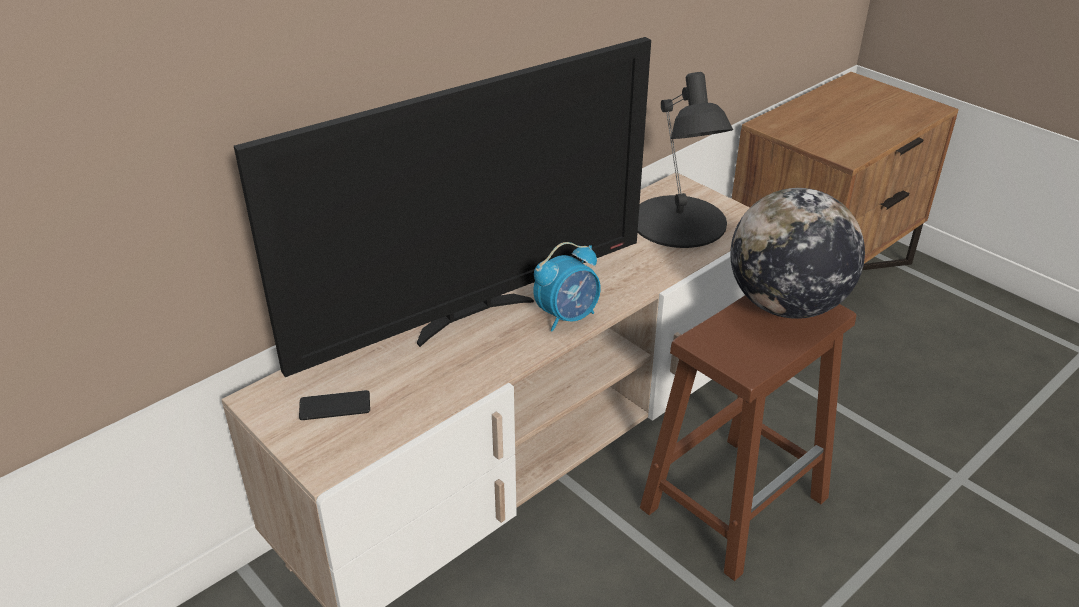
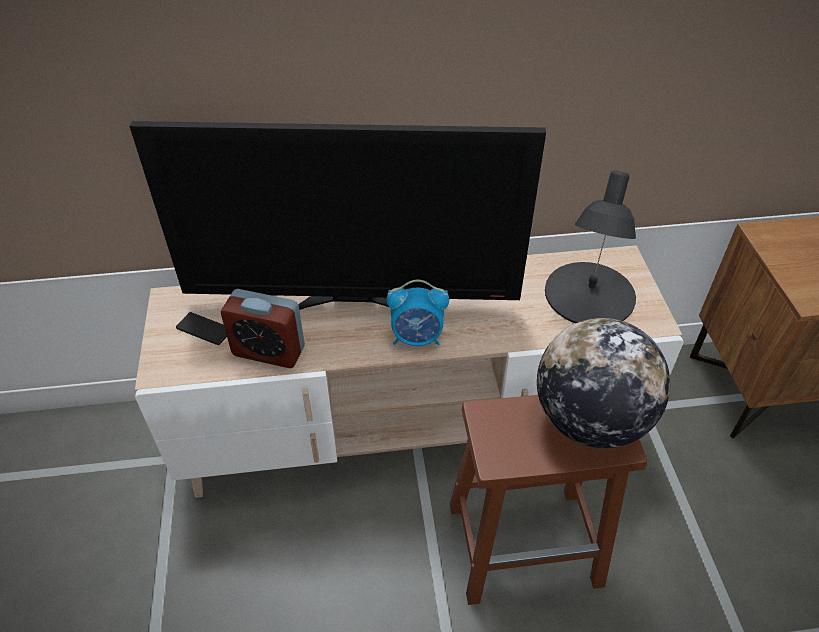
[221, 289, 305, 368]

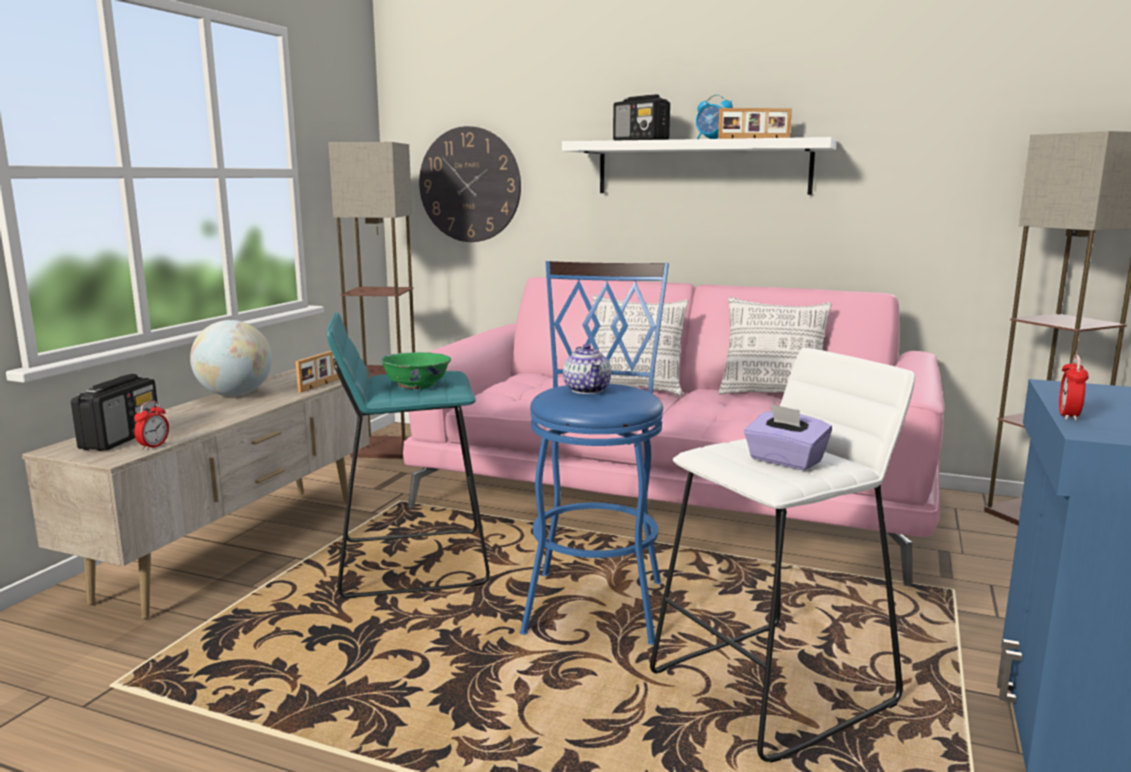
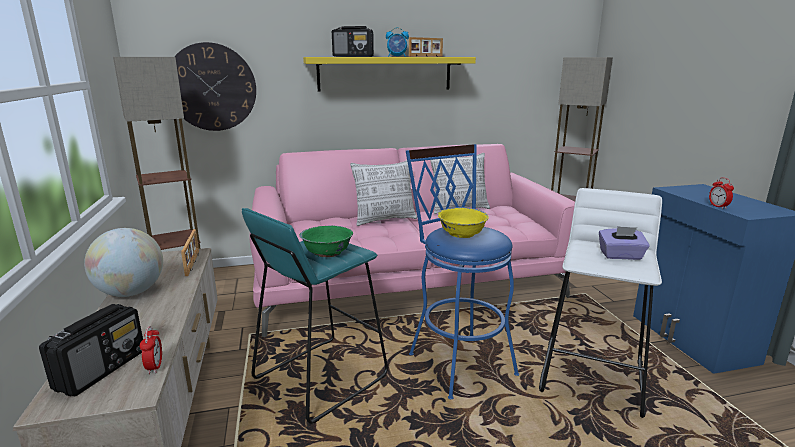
[39, 304, 143, 396]
[303, 57, 476, 92]
[438, 207, 488, 238]

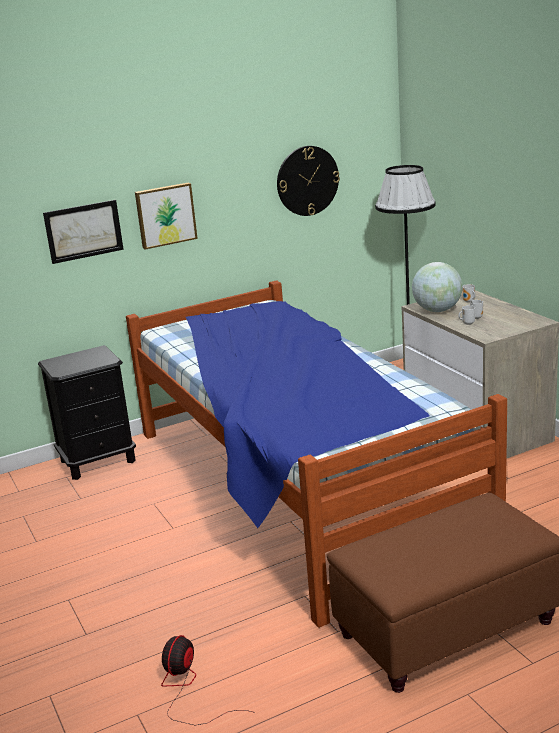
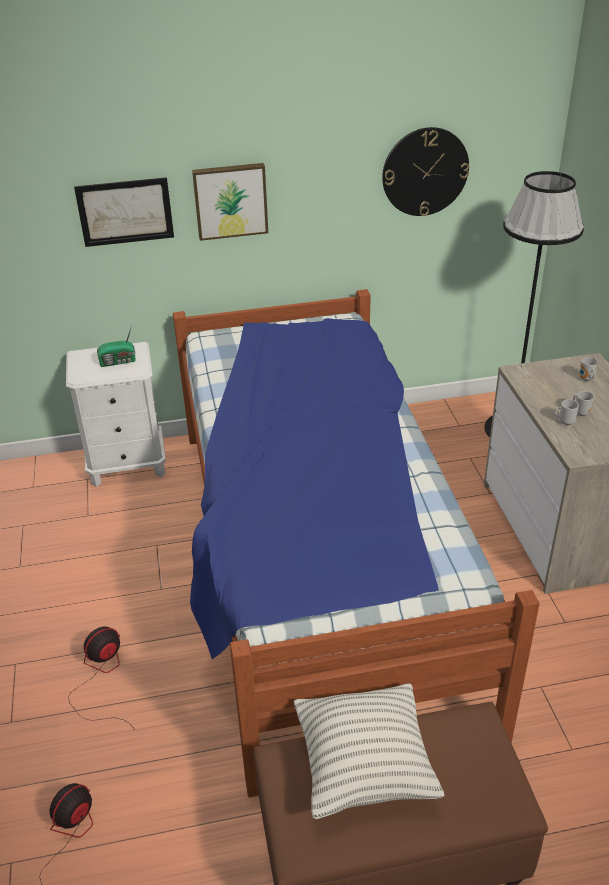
[66, 342, 166, 487]
[69, 626, 135, 730]
[97, 326, 136, 367]
[294, 684, 445, 819]
[412, 262, 463, 312] (first image)

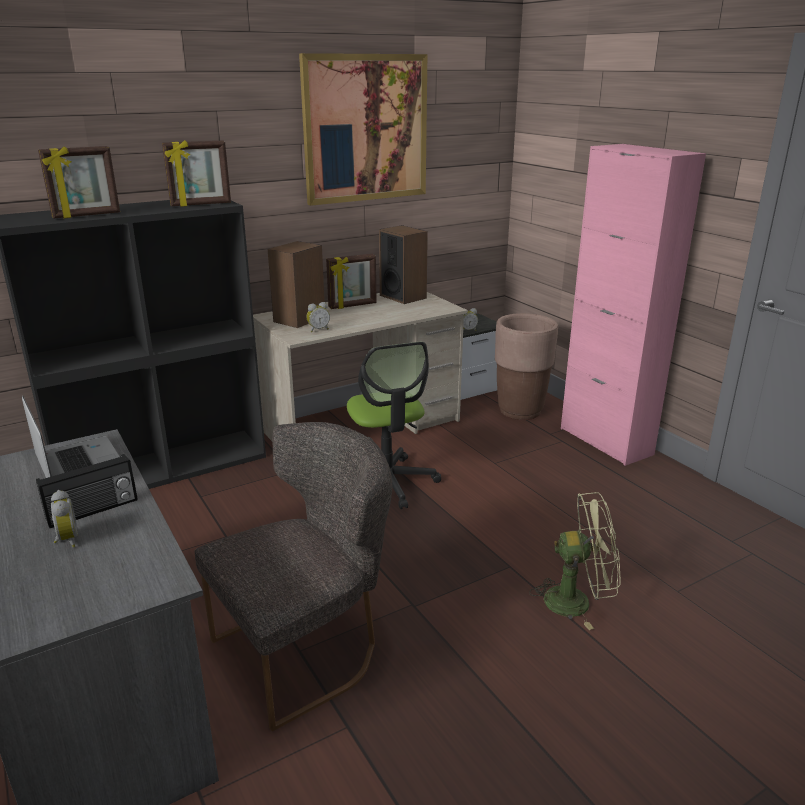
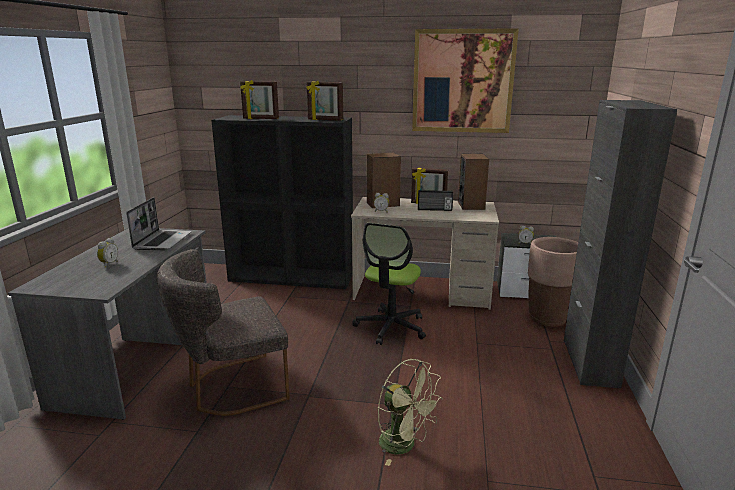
[156, 249, 290, 416]
[418, 190, 453, 211]
[564, 100, 677, 388]

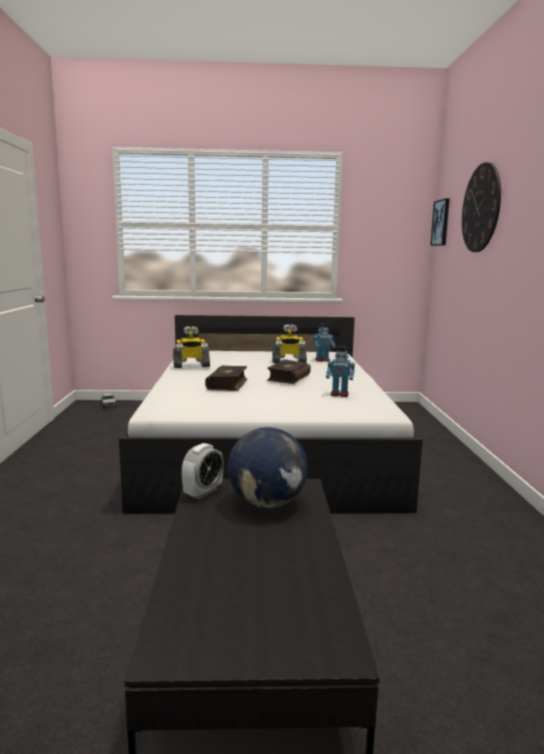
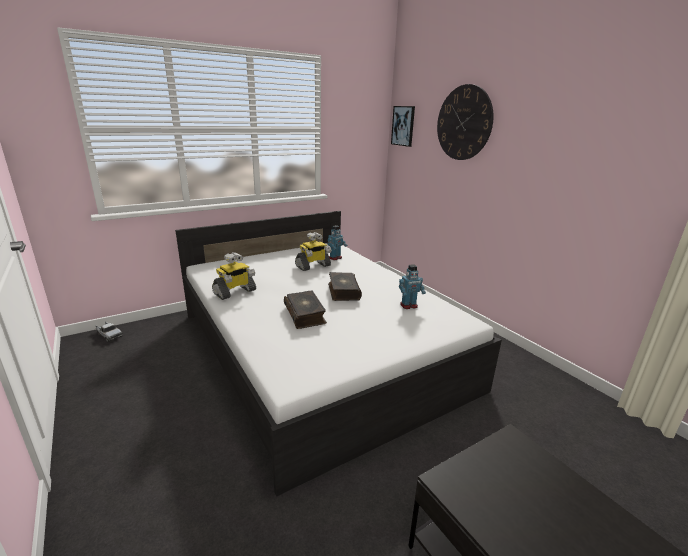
[182, 443, 224, 500] (first image)
[228, 427, 308, 508] (first image)

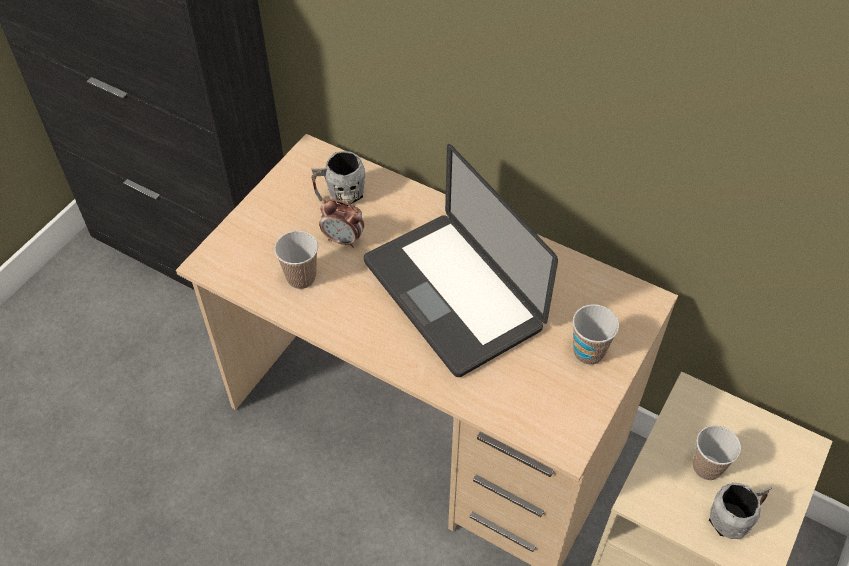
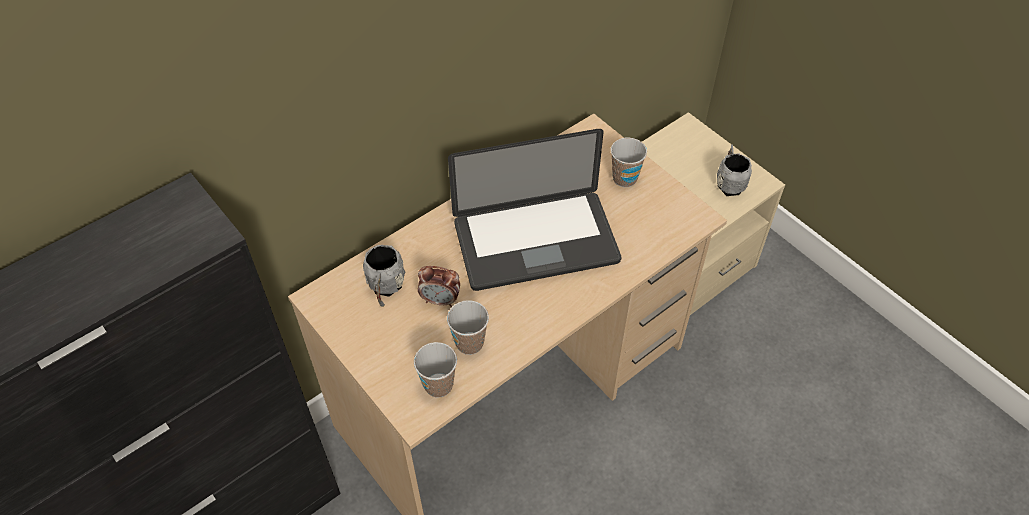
[414, 342, 457, 398]
[418, 266, 460, 307]

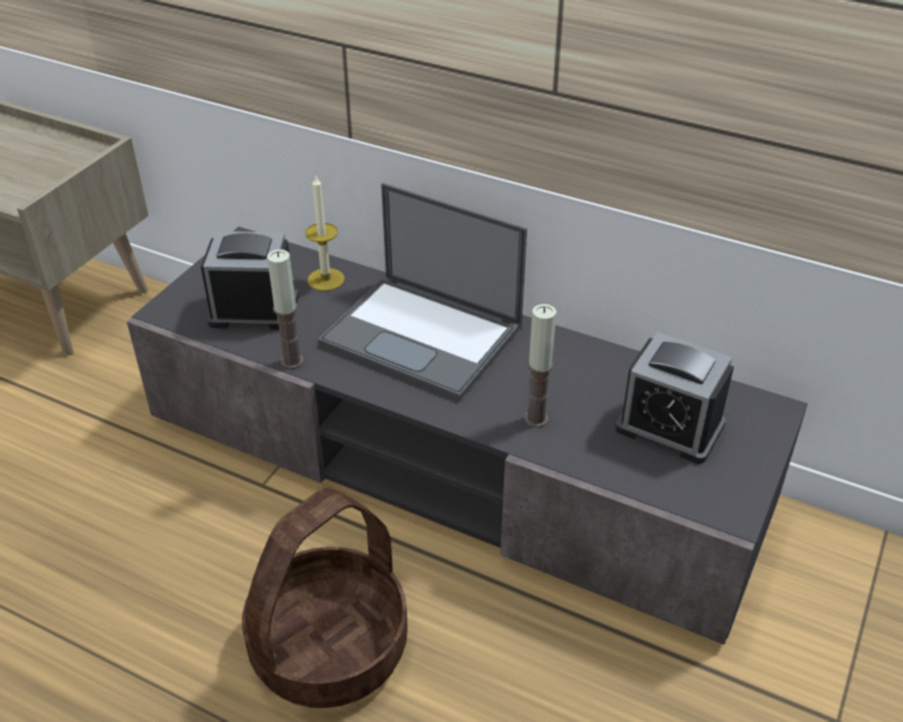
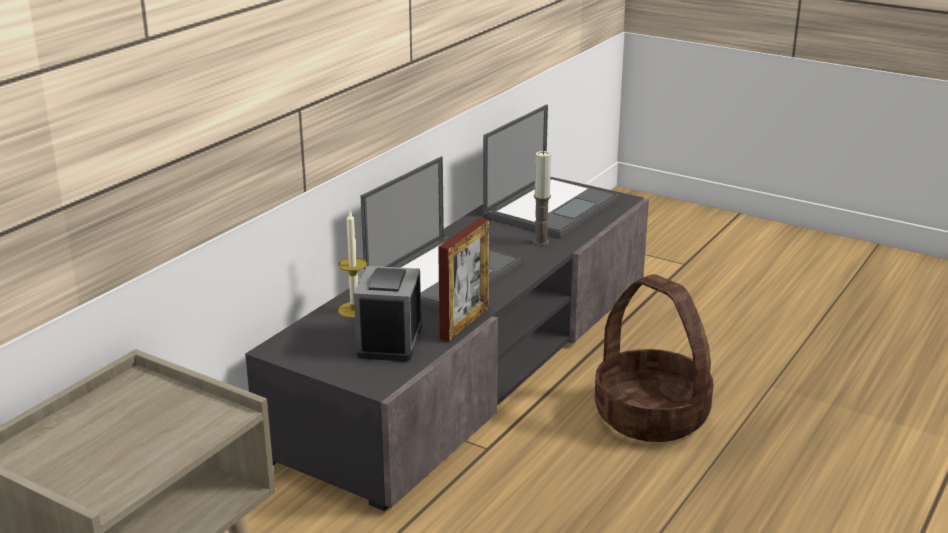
[438, 218, 489, 341]
[483, 104, 619, 237]

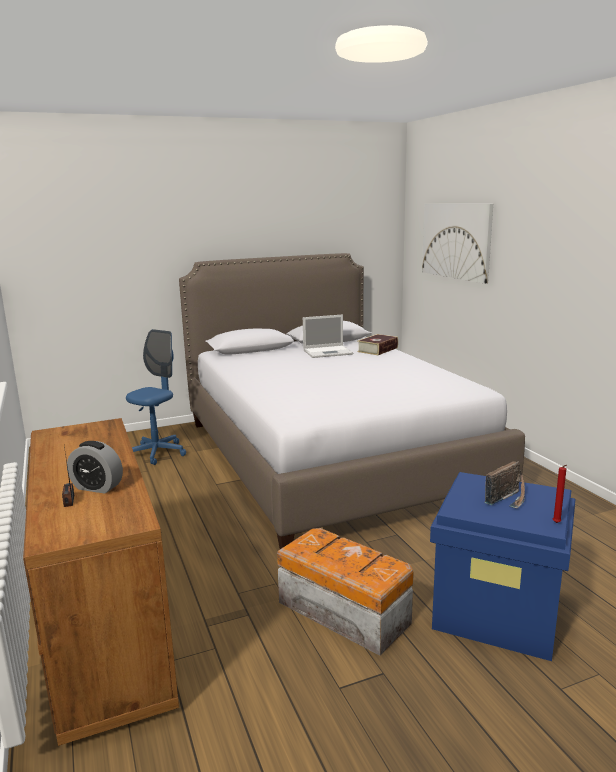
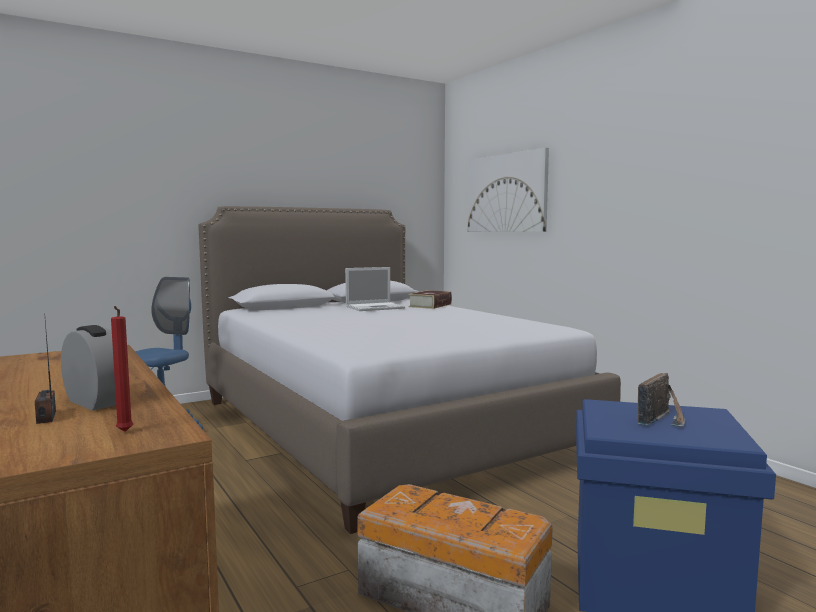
[61, 325, 116, 410]
[111, 306, 133, 432]

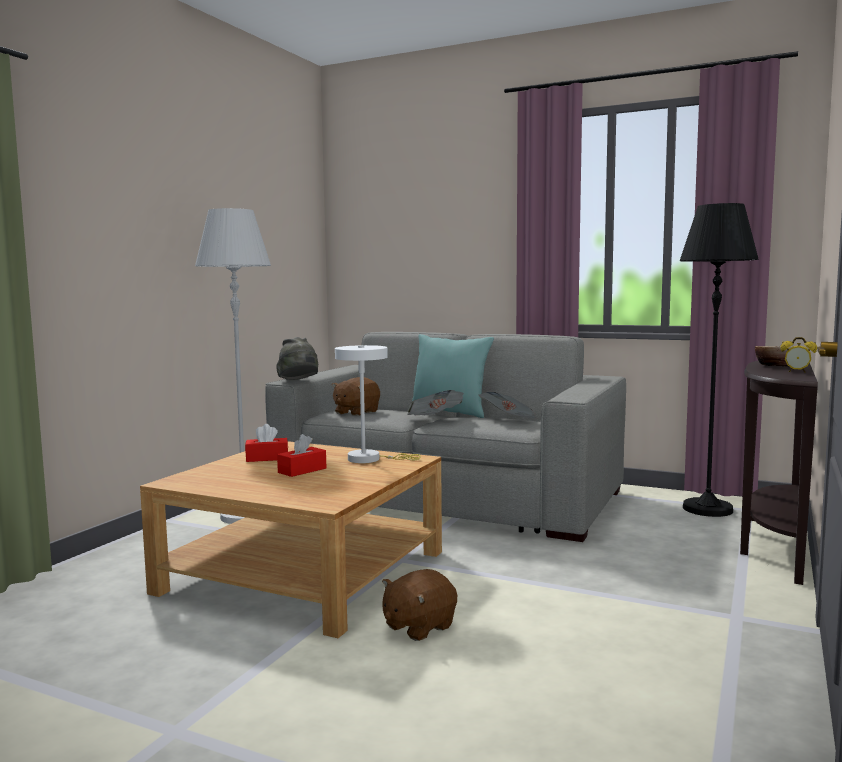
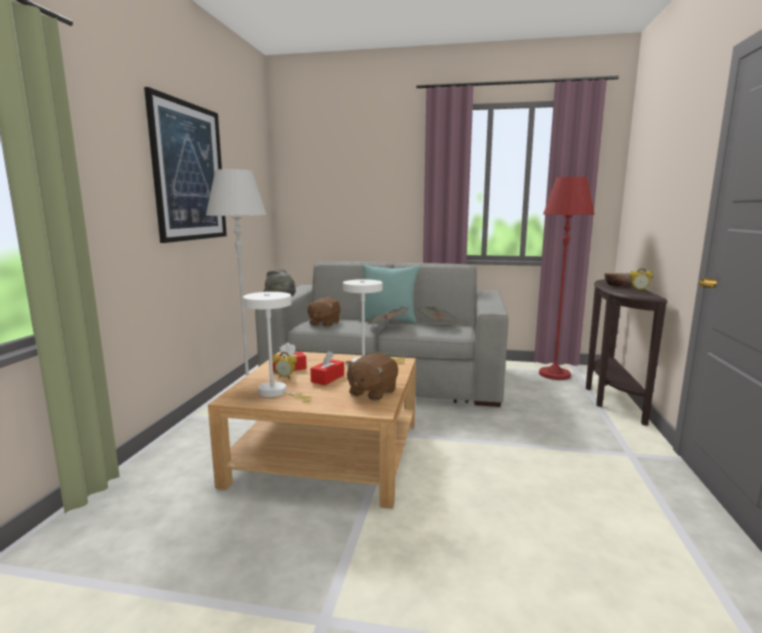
[144, 87, 227, 243]
[243, 292, 312, 403]
[272, 352, 297, 379]
[345, 353, 398, 401]
[539, 177, 594, 380]

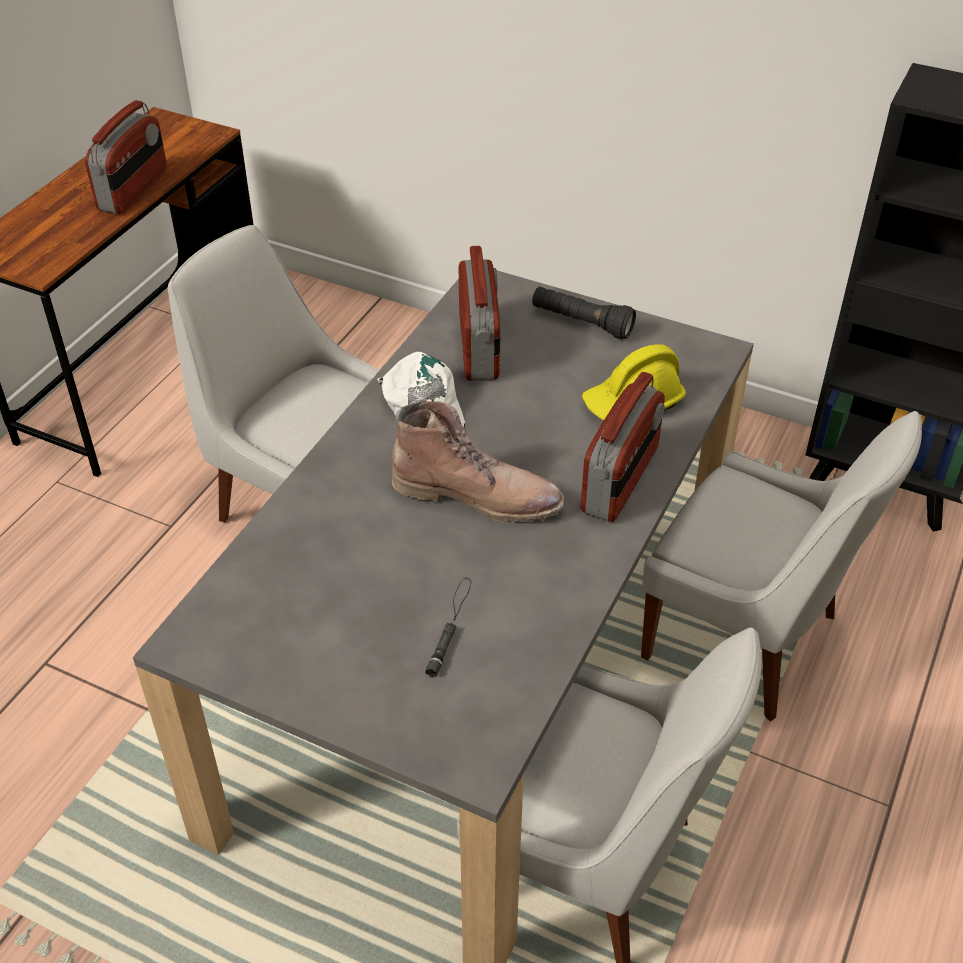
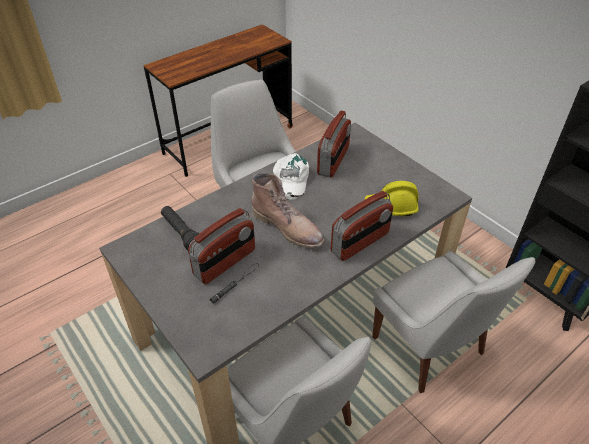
[161, 206, 200, 250]
[188, 208, 255, 284]

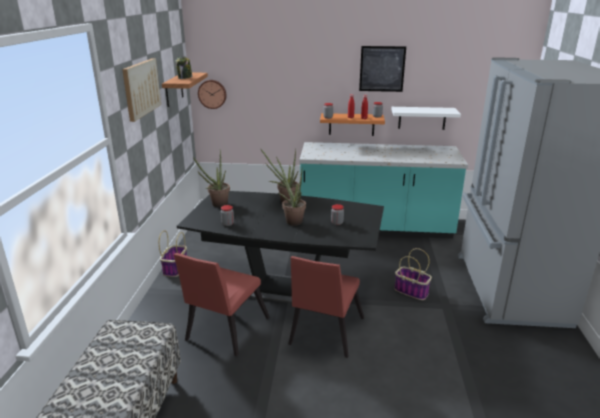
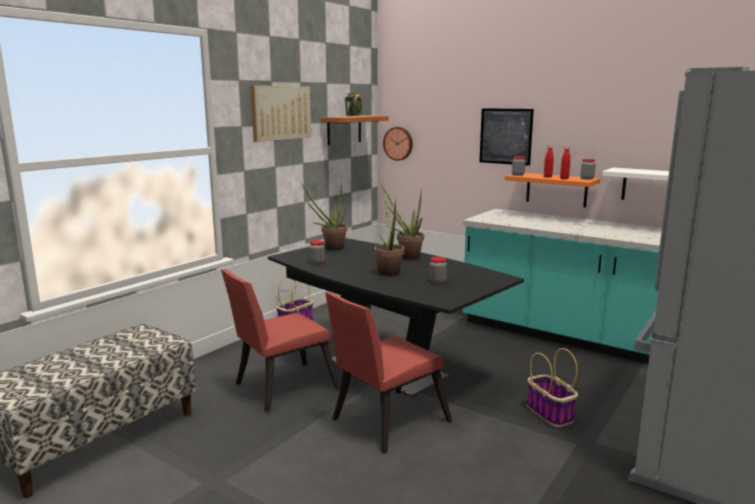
[479, 108, 534, 166]

